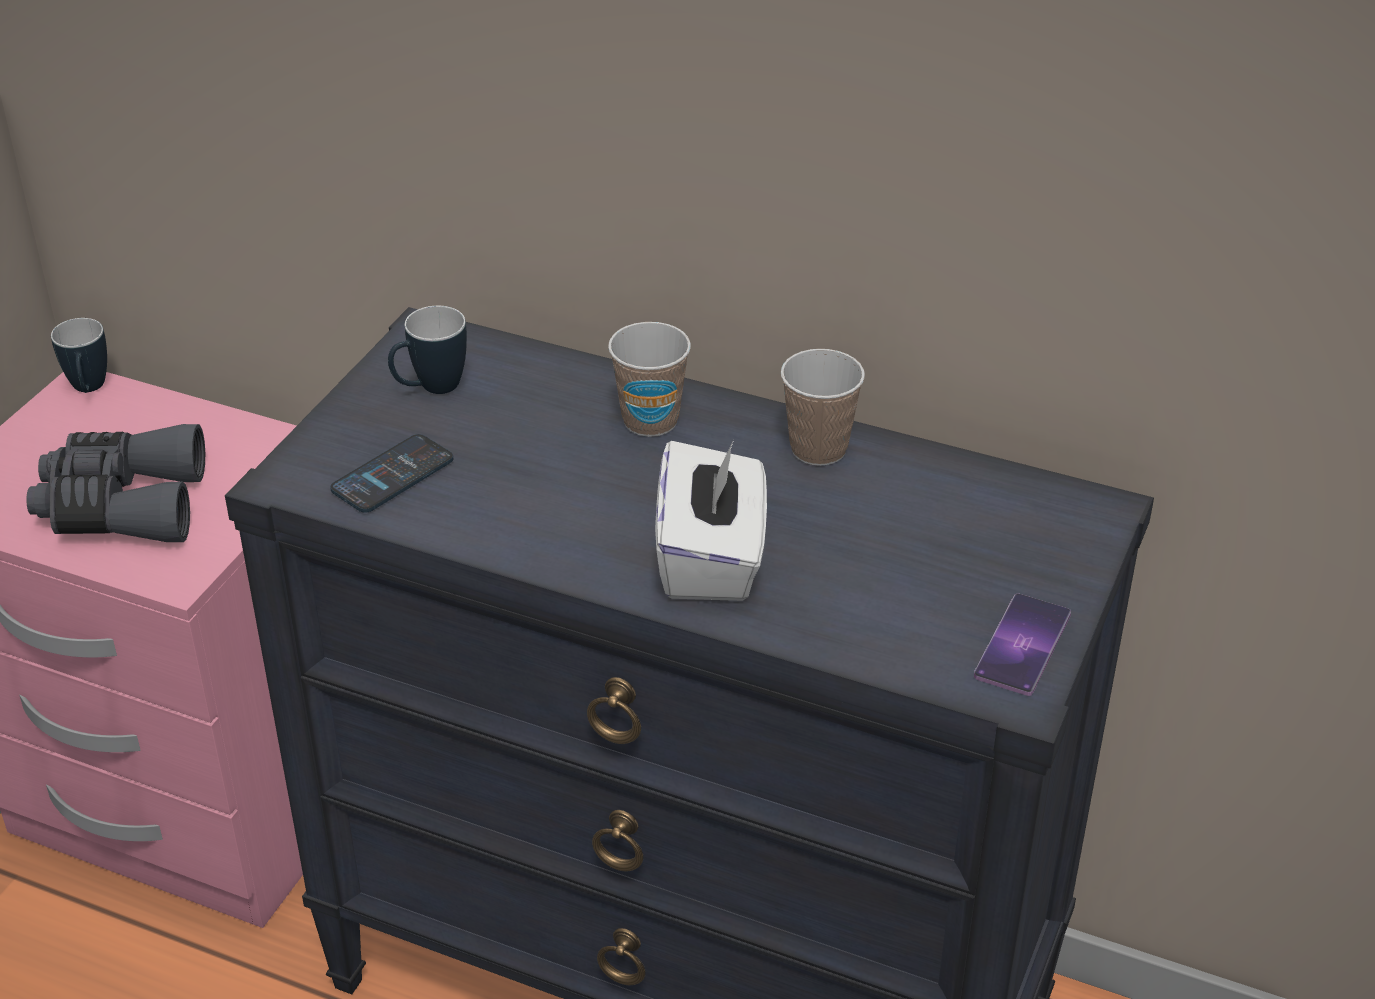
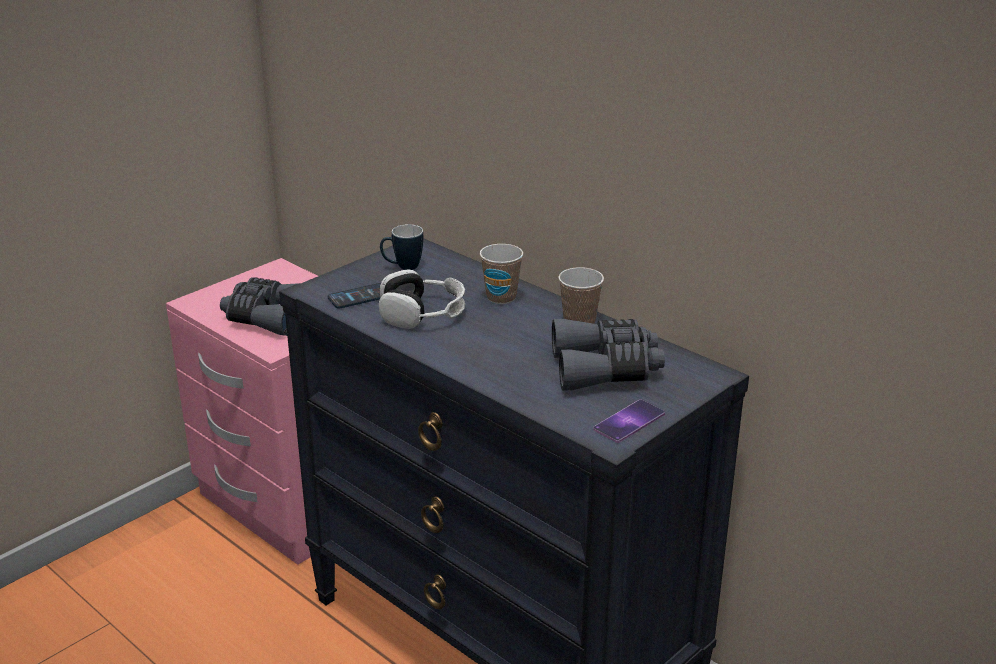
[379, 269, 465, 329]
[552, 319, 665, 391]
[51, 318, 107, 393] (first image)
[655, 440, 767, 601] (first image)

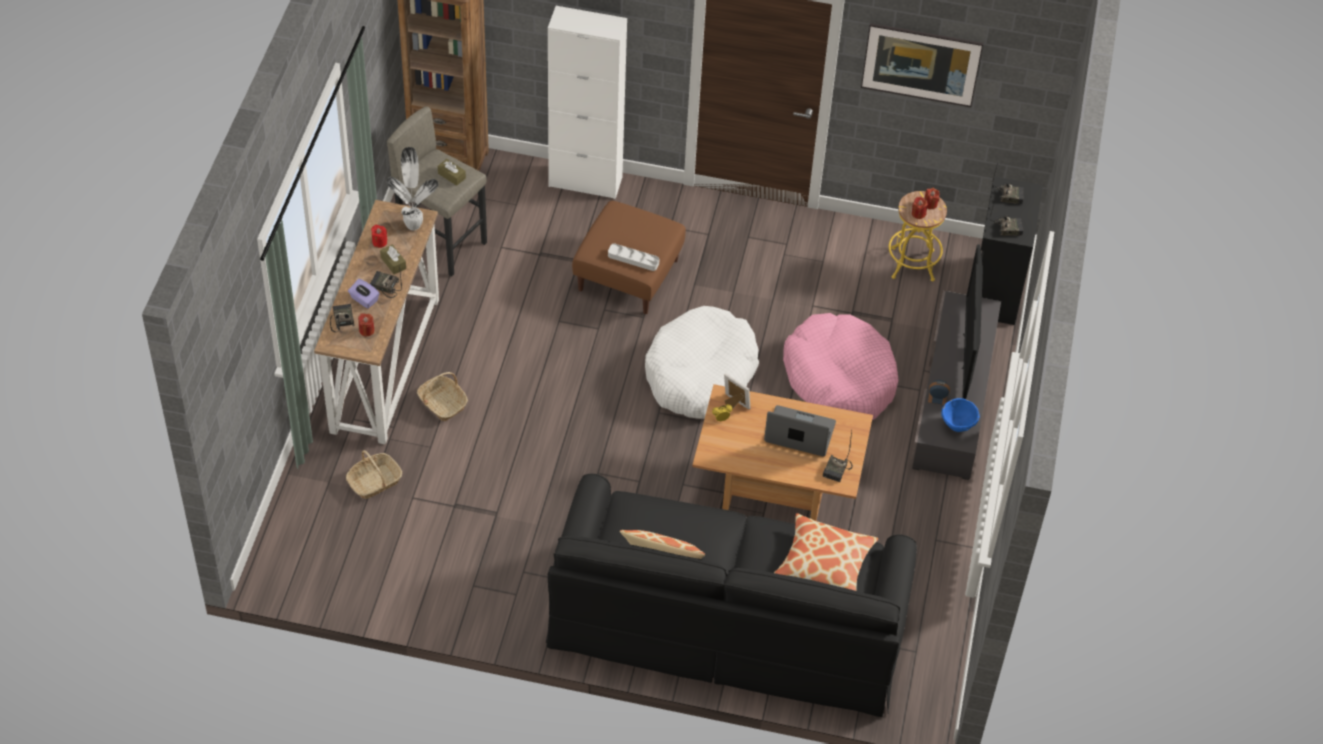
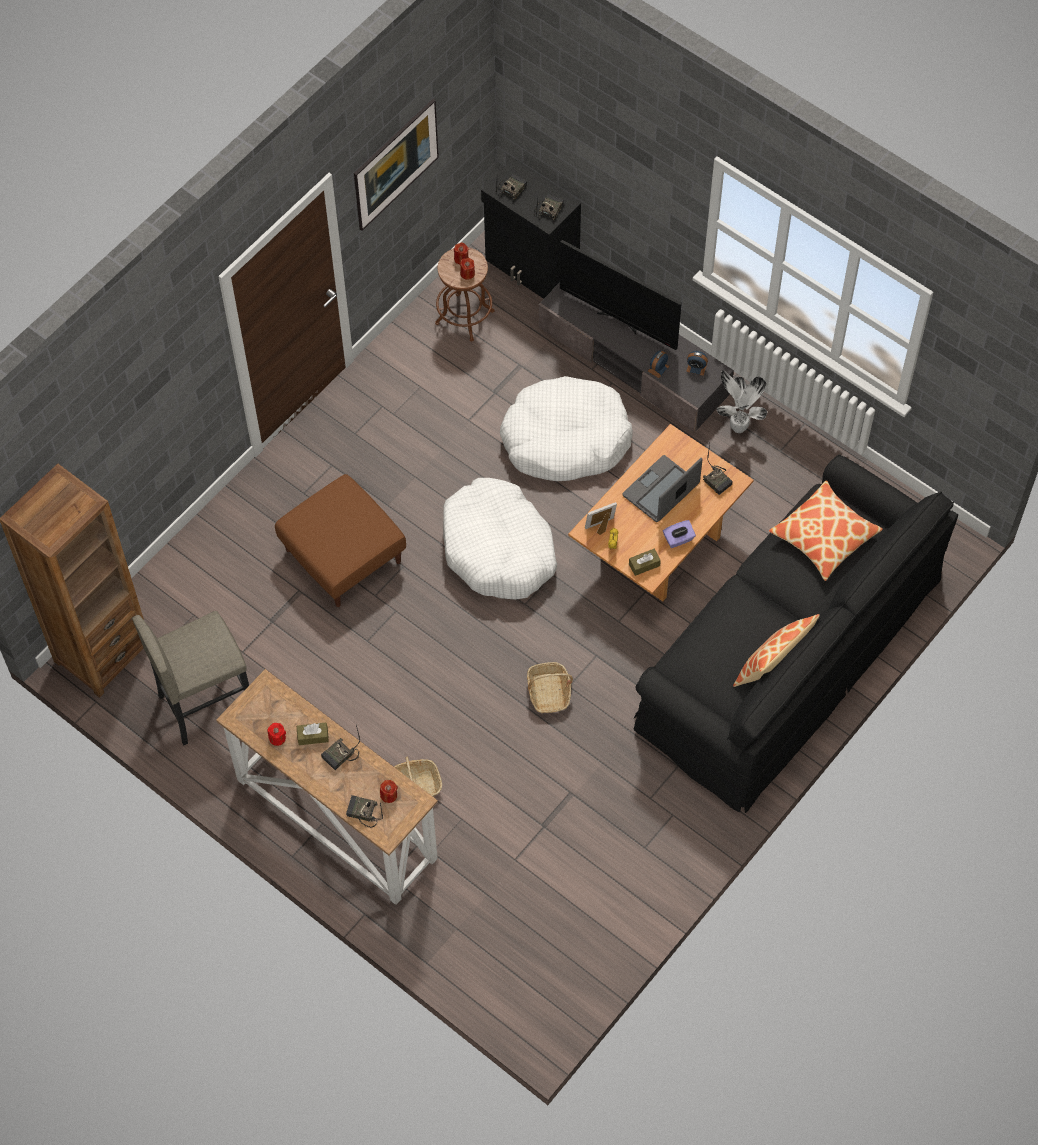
[435, 247, 494, 342]
[500, 376, 633, 481]
[527, 662, 573, 714]
[629, 549, 661, 576]
[663, 520, 696, 548]
[686, 351, 708, 376]
[716, 370, 767, 433]
[548, 6, 627, 199] (first image)
[608, 243, 659, 271] (first image)

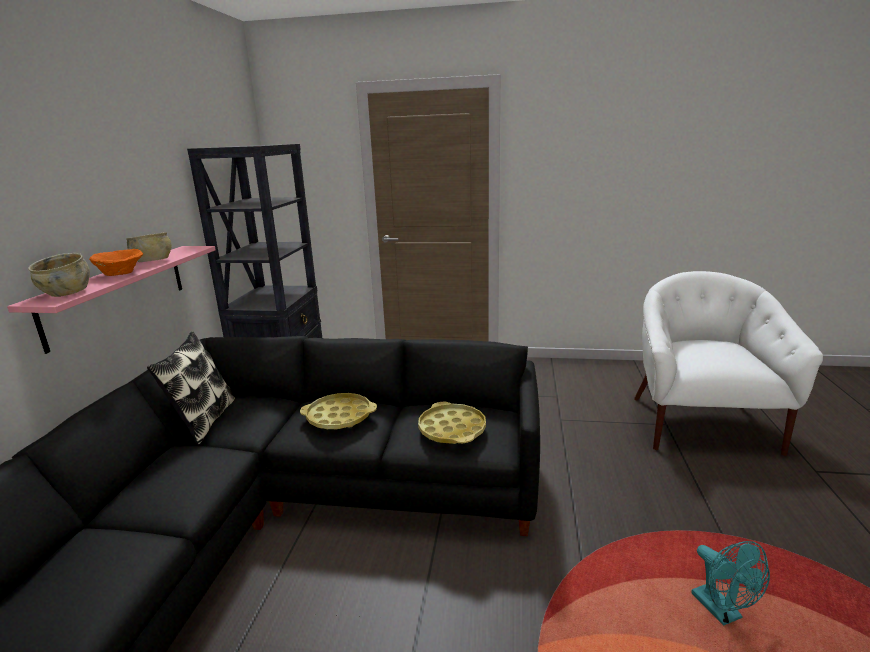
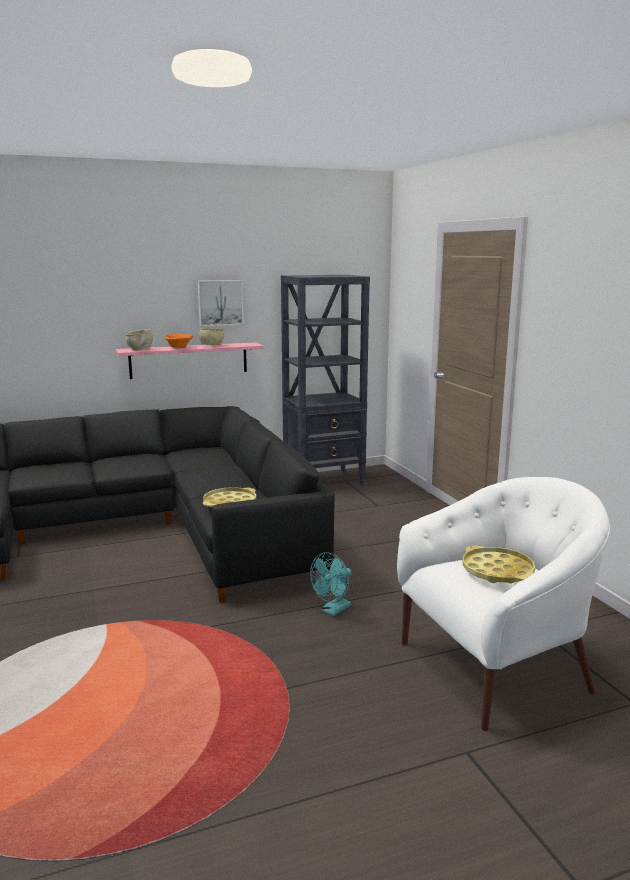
[198, 280, 244, 326]
[310, 552, 352, 616]
[462, 546, 535, 583]
[147, 331, 235, 445] (first image)

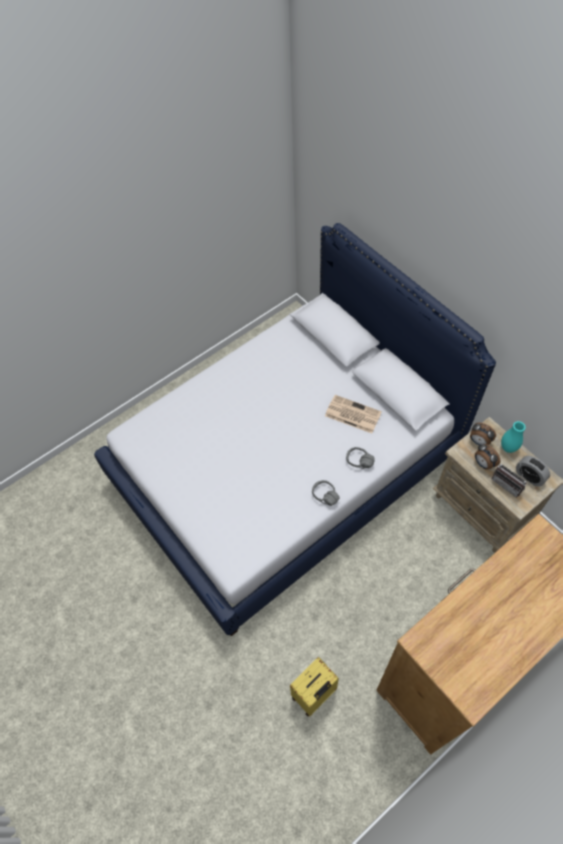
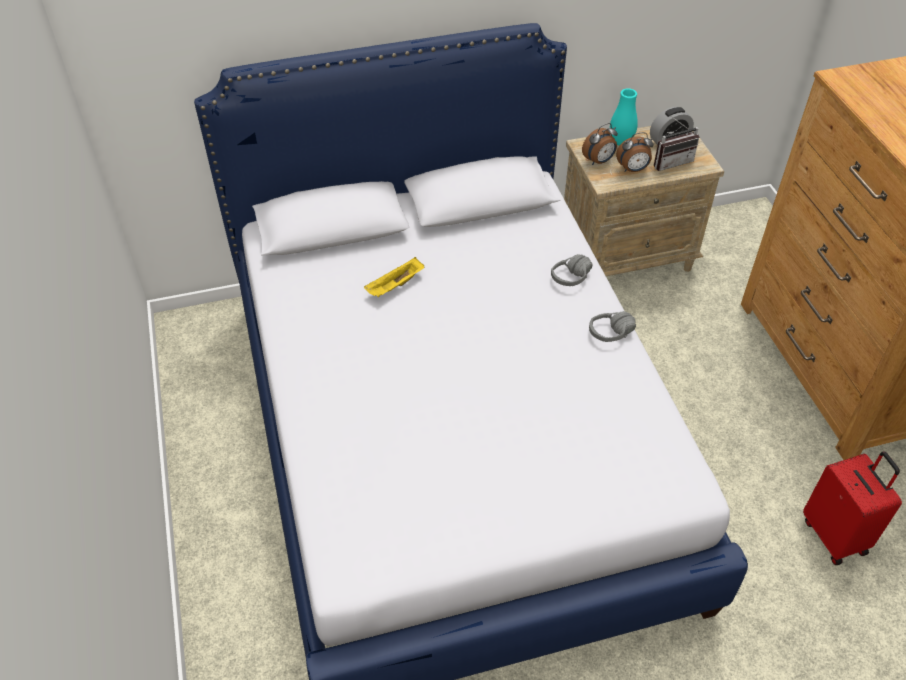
[364, 257, 424, 297]
[803, 451, 902, 565]
[325, 395, 382, 433] (first image)

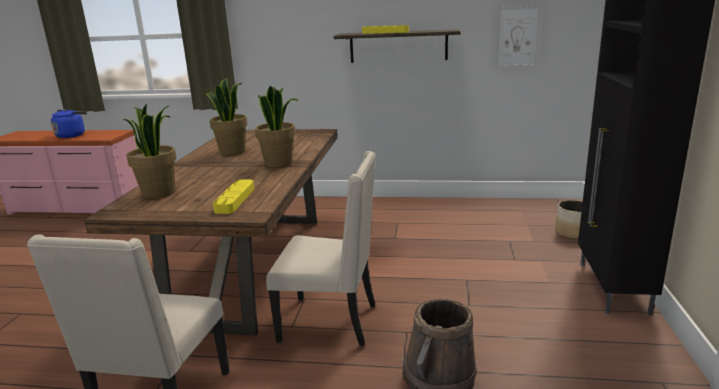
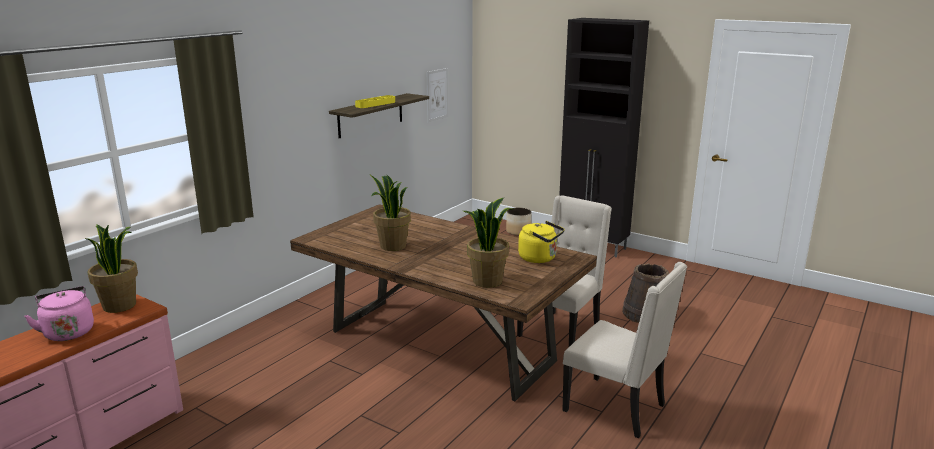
[24, 286, 94, 341]
[84, 224, 138, 313]
[518, 221, 565, 263]

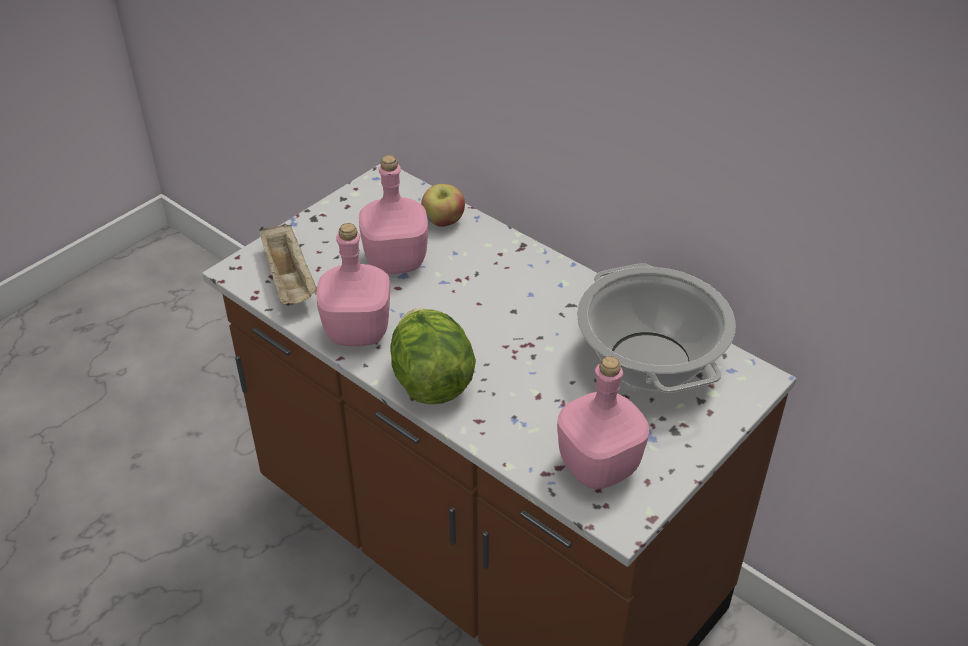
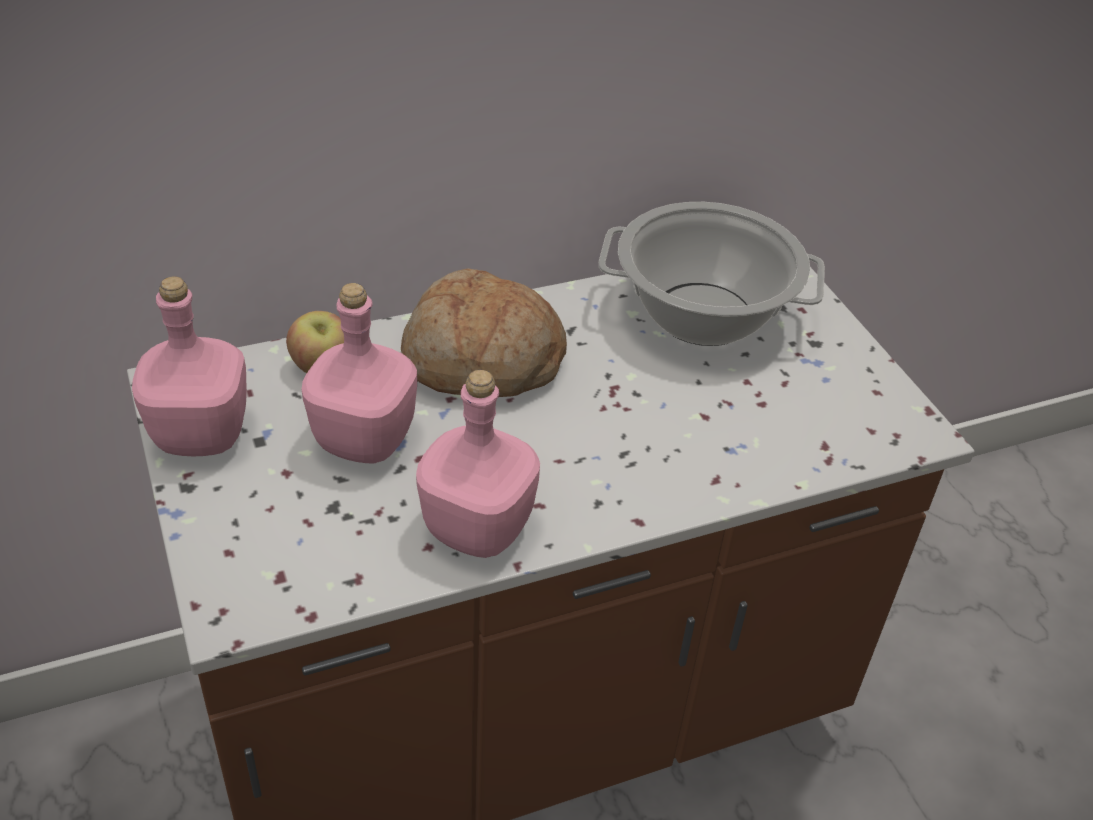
[132, 276, 247, 456]
[401, 268, 567, 397]
[259, 224, 317, 304] (first image)
[391, 308, 476, 404] (first image)

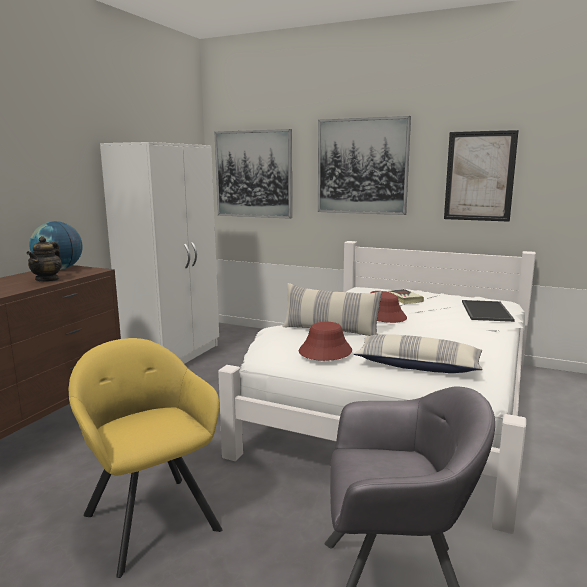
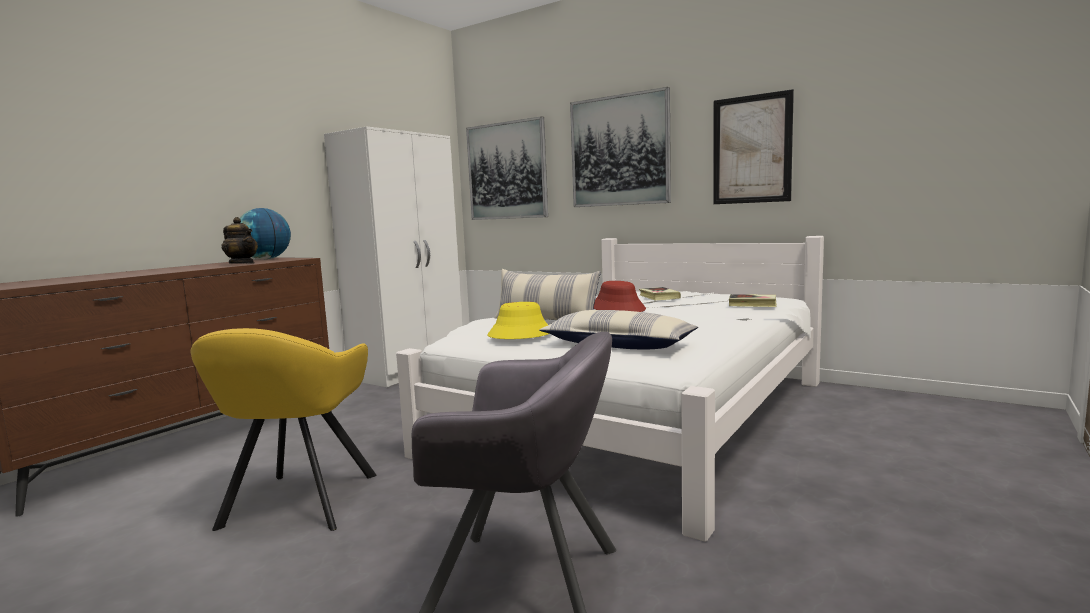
[190, 328, 376, 531]
[221, 217, 258, 264]
[487, 302, 549, 339]
[729, 294, 777, 307]

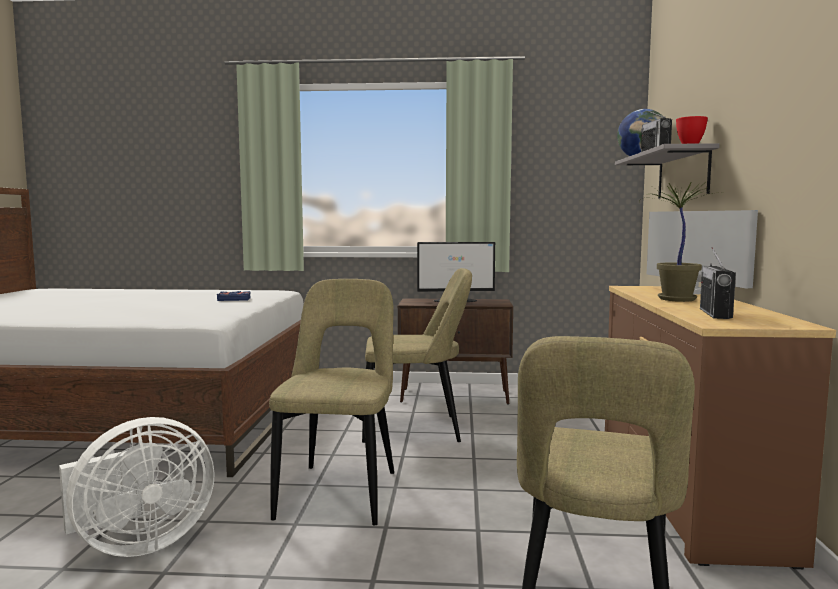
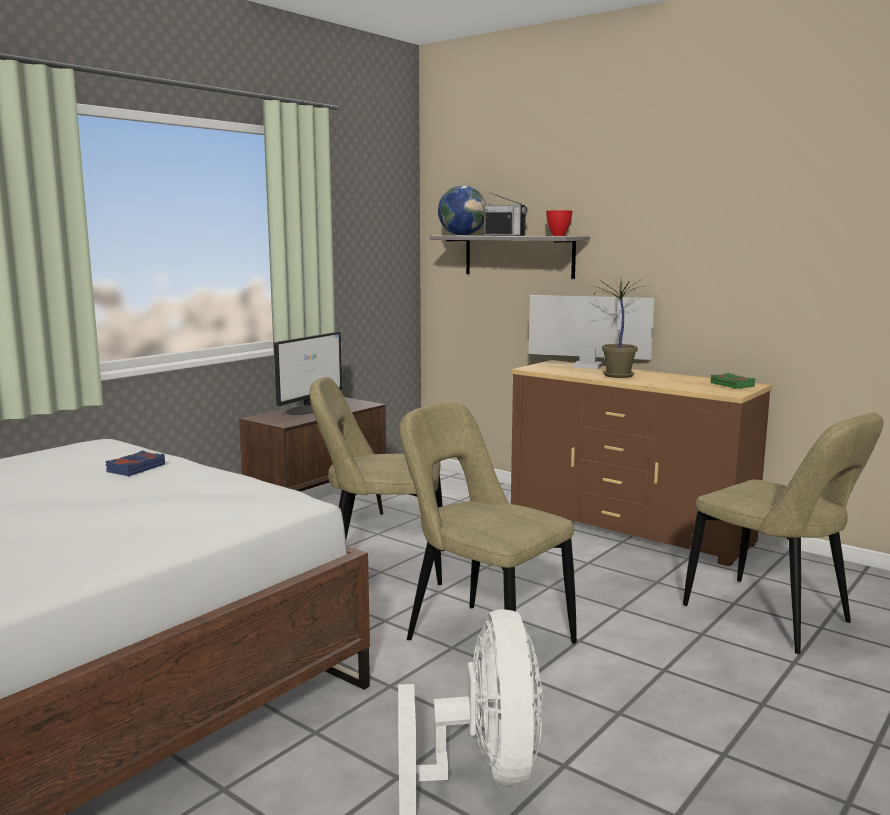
[310, 377, 445, 585]
[710, 373, 755, 389]
[700, 247, 736, 319] (first image)

